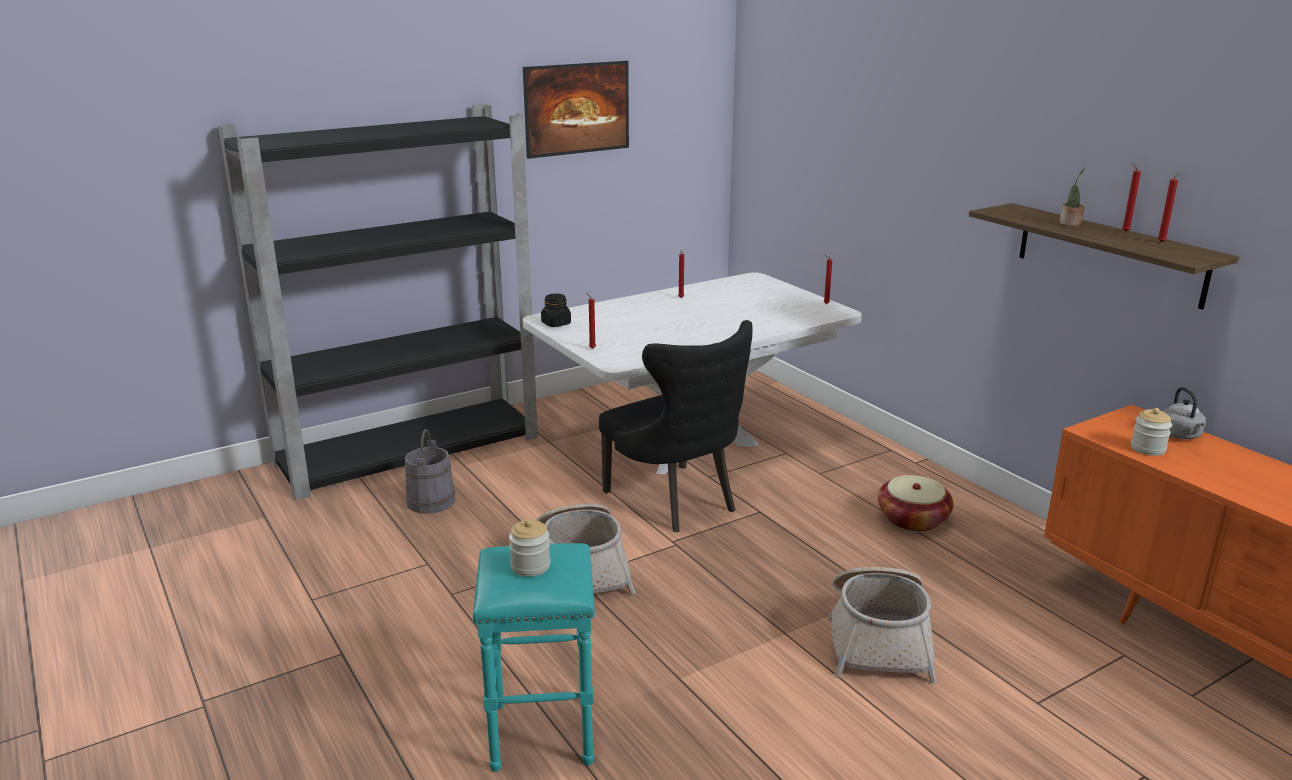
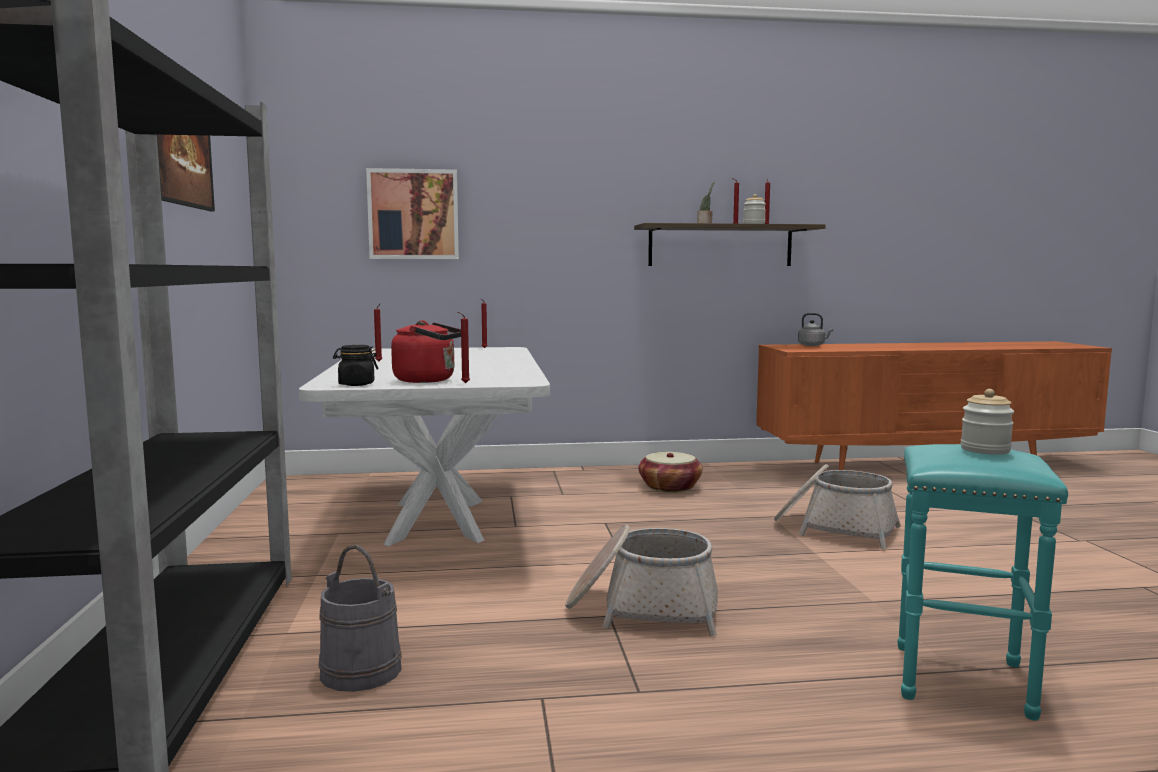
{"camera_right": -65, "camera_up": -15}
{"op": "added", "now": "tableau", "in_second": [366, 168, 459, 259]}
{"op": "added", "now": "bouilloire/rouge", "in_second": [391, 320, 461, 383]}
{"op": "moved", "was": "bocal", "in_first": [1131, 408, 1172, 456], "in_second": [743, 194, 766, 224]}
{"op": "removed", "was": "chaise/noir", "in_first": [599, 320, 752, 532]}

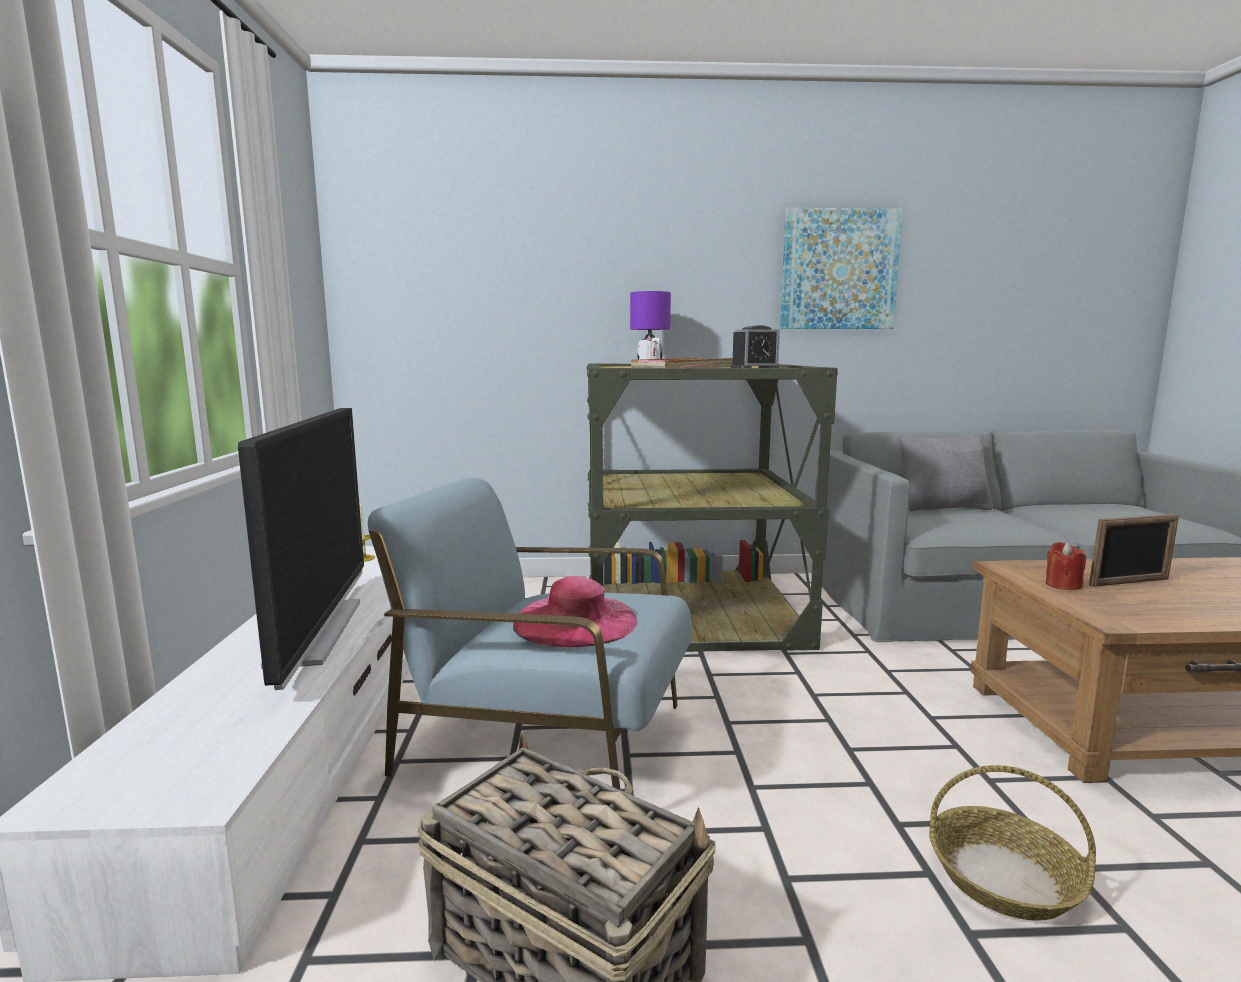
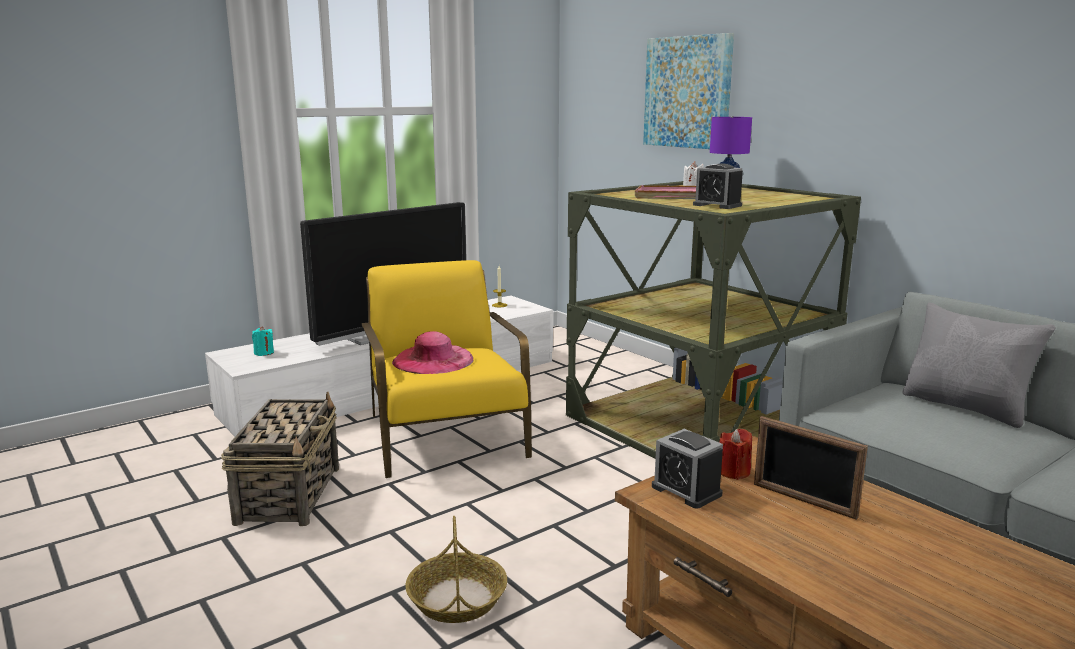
{"camera_right": 55, "camera_up": 5}
{"op": "added", "now": "bougie/turquoise", "in_second": [252, 326, 274, 356]}
{"op": "recoloured", "was": "fauteuil/bleu", "now": "fauteuil/jaune", "in_first": [368, 478, 692, 790], "in_second": [361, 260, 532, 478]}
{"op": "moved", "was": "tableau", "in_first": [780, 208, 903, 329], "in_second": [643, 33, 734, 149]}
{"op": "added", "now": "réveil", "in_second": [652, 429, 723, 509]}

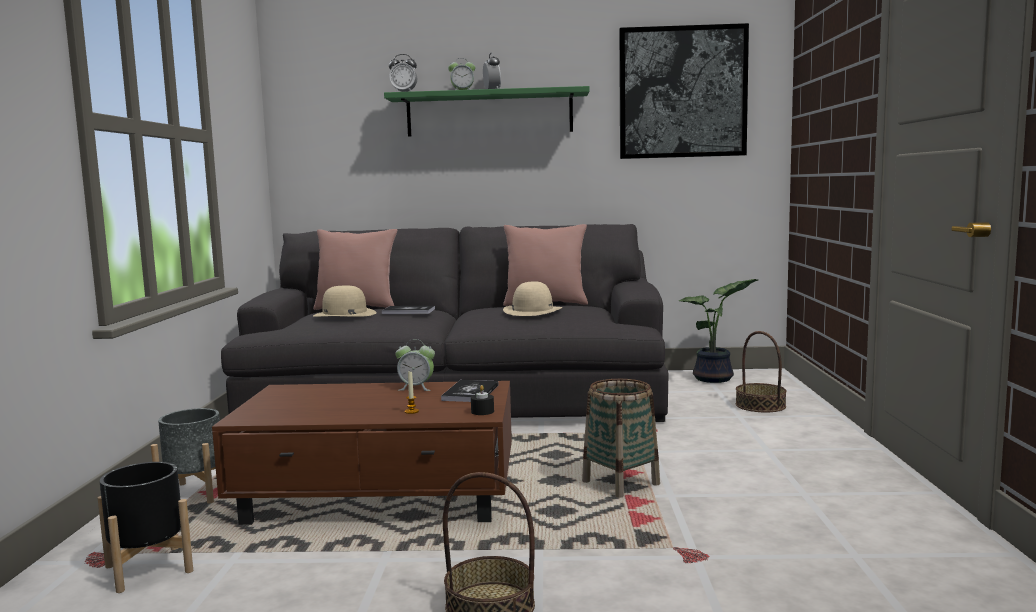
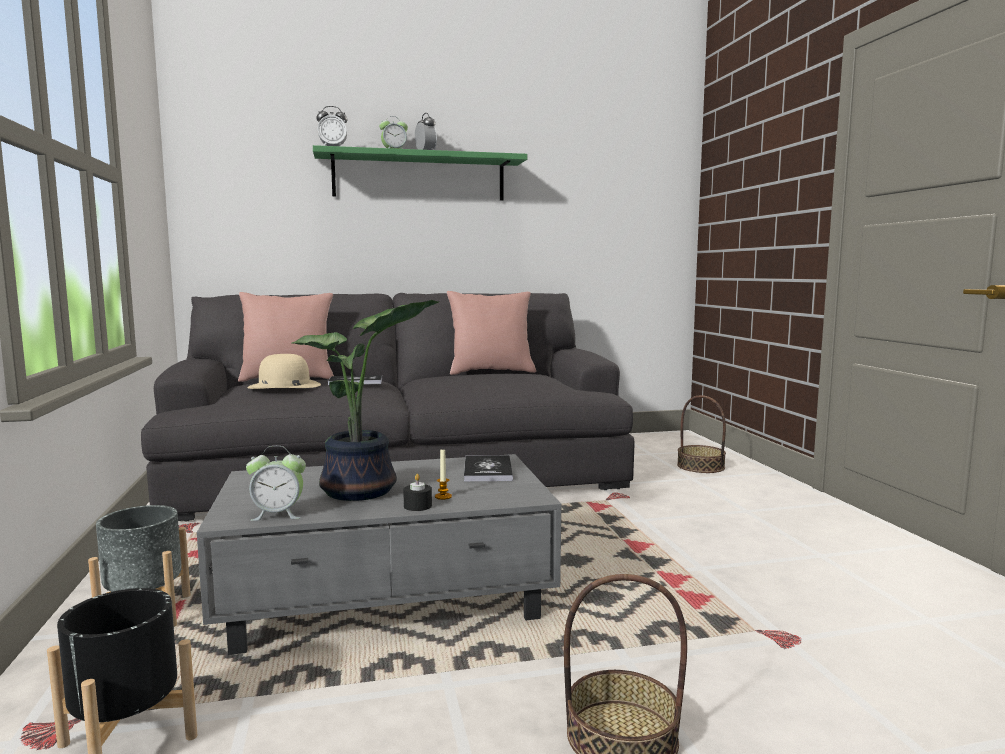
{"camera_right": -15, "camera_up": 0}
{"op": "recoloured", "was": "table basse/marron", "now": "table basse/gris", "in_first": [212, 381, 512, 525], "in_second": [197, 454, 561, 655]}
{"op": "moved", "was": "réveil", "in_first": [395, 339, 435, 391], "in_second": [246, 446, 306, 521]}
{"op": "moved", "was": "plante en pot", "in_first": [679, 279, 758, 383], "in_second": [292, 300, 439, 501]}
{"op": "moved", "was": "bougie/noir", "in_first": [471, 385, 494, 415], "in_second": [403, 474, 432, 511]}
{"op": "removed", "was": "chapeau/beige", "in_first": [503, 281, 562, 316]}
{"op": "removed", "was": "panier", "in_first": [582, 379, 660, 498]}
{"op": "removed", "was": "tableau", "in_first": [619, 23, 749, 159]}

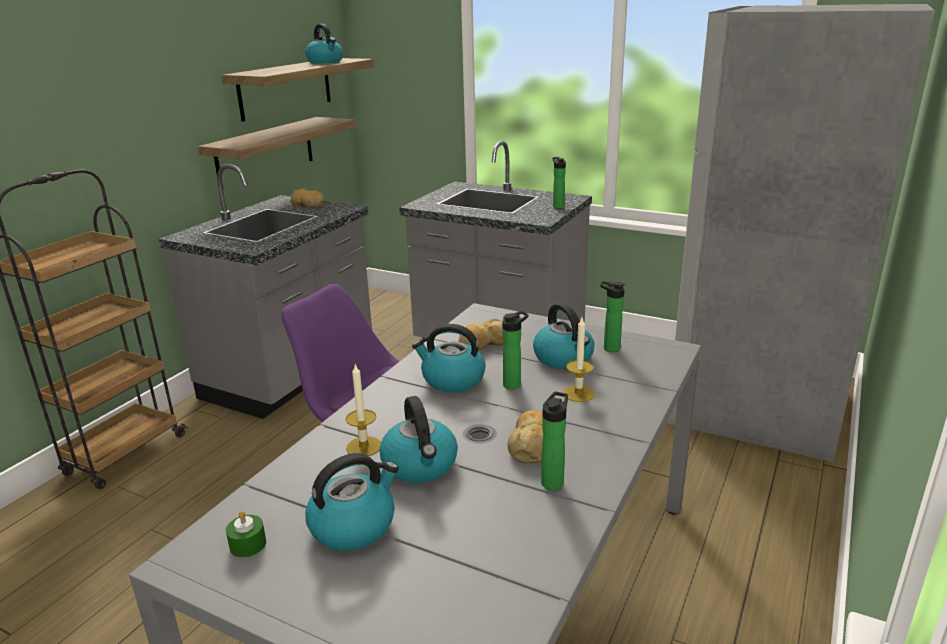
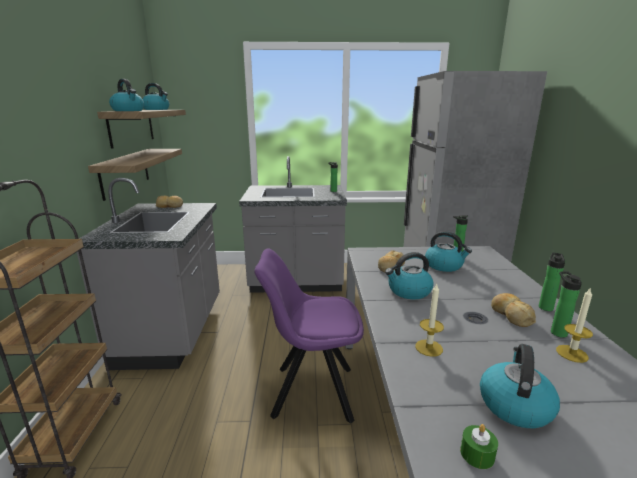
{"camera_right": -30, "camera_up": -5}
{"op": "moved", "was": "bouilloire", "in_first": [379, 396, 458, 483], "in_second": [109, 79, 144, 111]}
{"op": "moved", "was": "bouteille", "in_first": [502, 311, 528, 389], "in_second": [539, 252, 565, 311]}
{"op": "moved", "was": "bougie", "in_first": [563, 318, 595, 402], "in_second": [556, 287, 593, 363]}

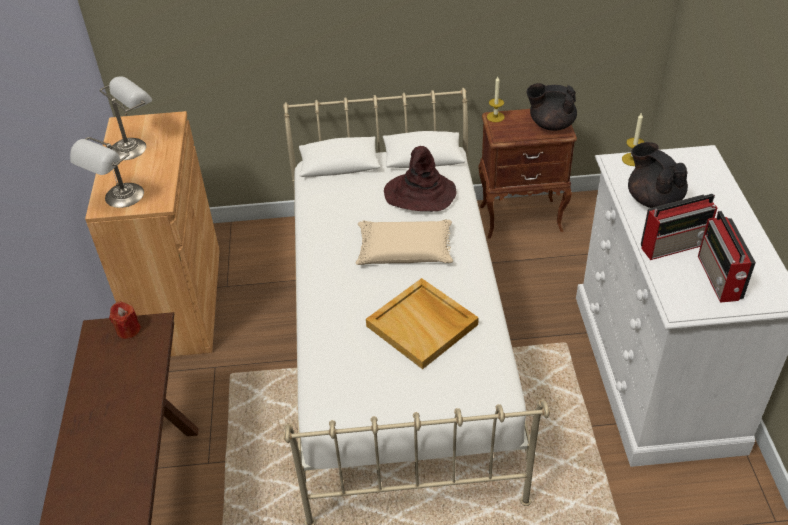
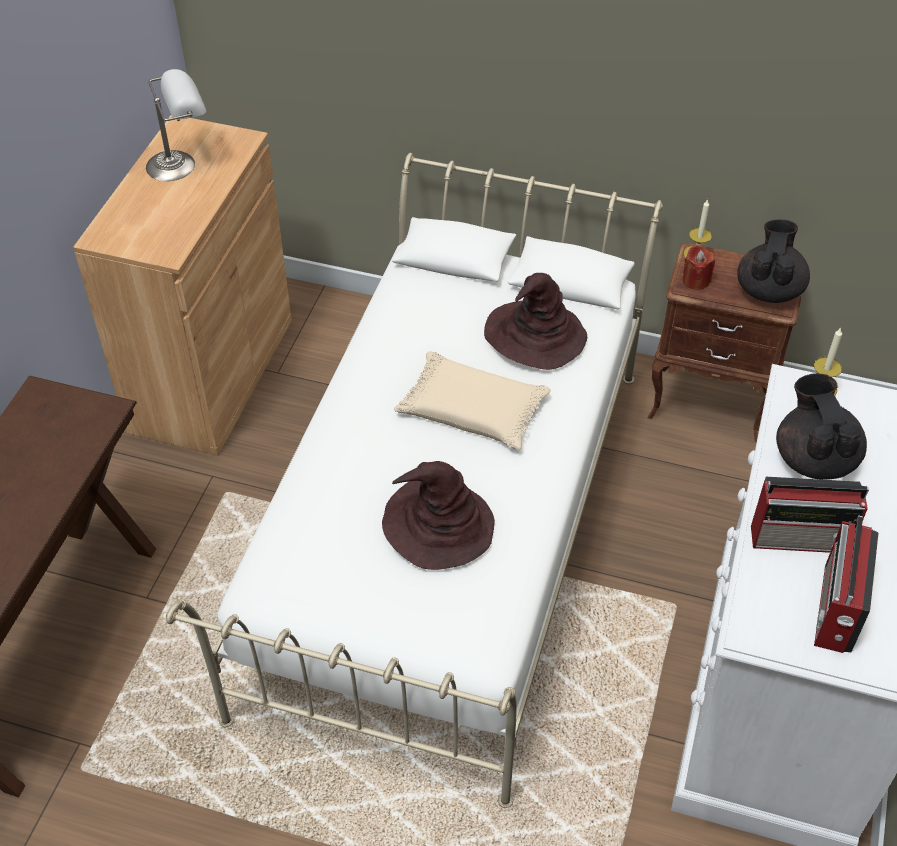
{"camera_right": 20, "camera_up": 5}
{"op": "replaced", "was": "plateau/beige", "now": "chapeau/marron", "in_first": [366, 278, 479, 369], "in_second": [382, 461, 495, 570]}
{"op": "moved", "was": "bougie/rouge", "in_first": [109, 301, 141, 339], "in_second": [683, 245, 715, 290]}
{"op": "turned", "was": "théière/noir", "in_first": [526, 83, 577, 131], "in_second": [737, 220, 810, 303], "clockwise": 75}
{"op": "removed", "was": "lampe de table/blanc", "in_first": [70, 137, 144, 208]}

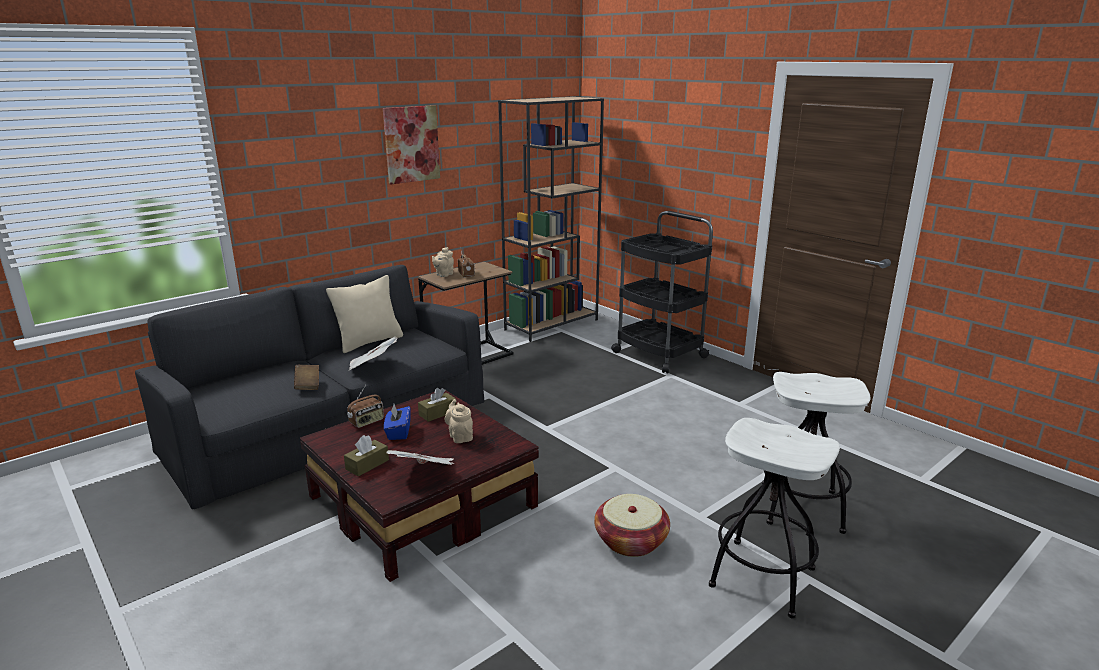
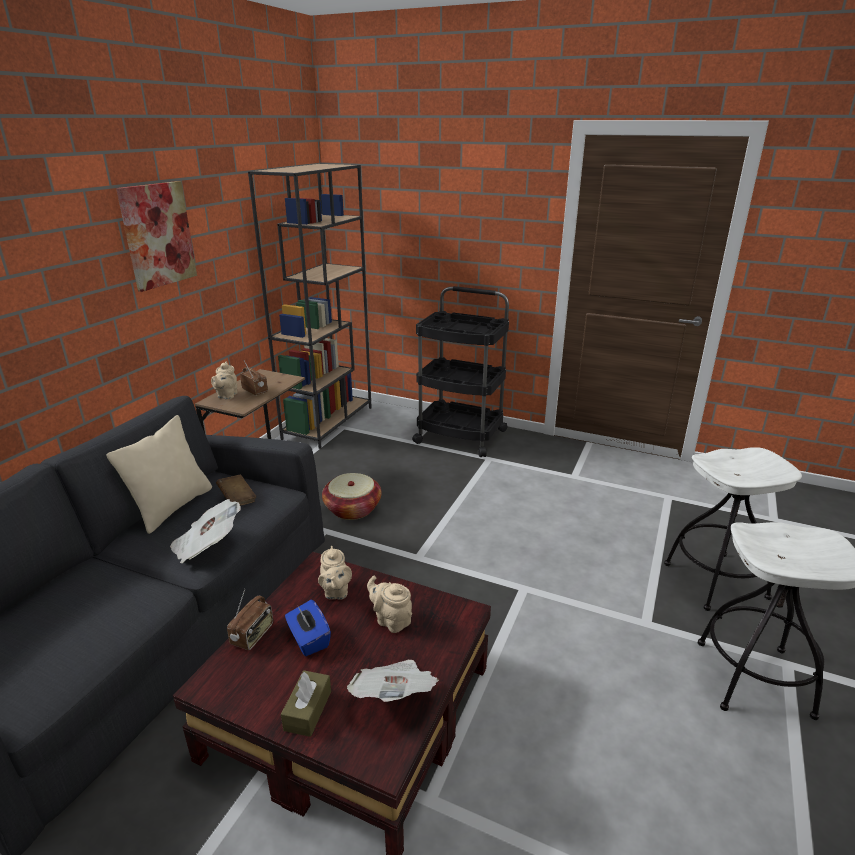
{"camera_right": -25, "camera_up": 5}
{"op": "moved", "was": "livre/marron", "in_first": [294, 365, 319, 390], "in_second": [216, 474, 256, 506]}
{"op": "replaced", "was": "boîte à mouchoirs/marron", "now": "théière/beige", "in_first": [418, 388, 456, 422], "in_second": [318, 546, 352, 600]}
{"op": "moved", "was": "panier", "in_first": [594, 494, 670, 557], "in_second": [322, 473, 382, 520]}

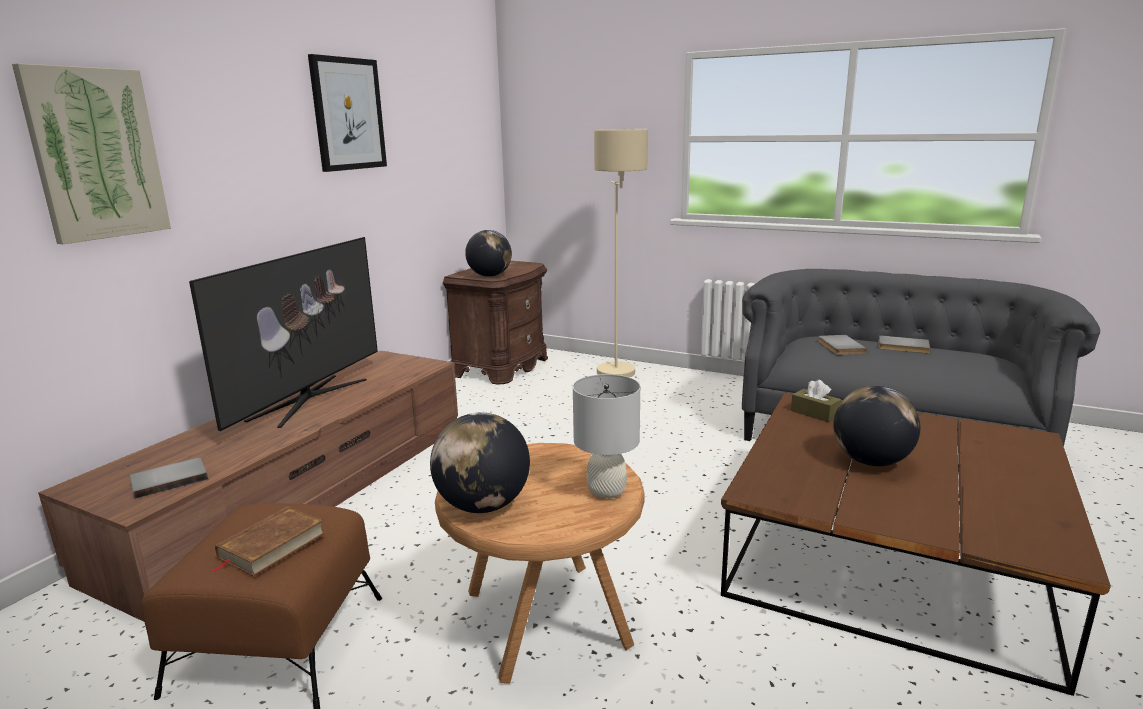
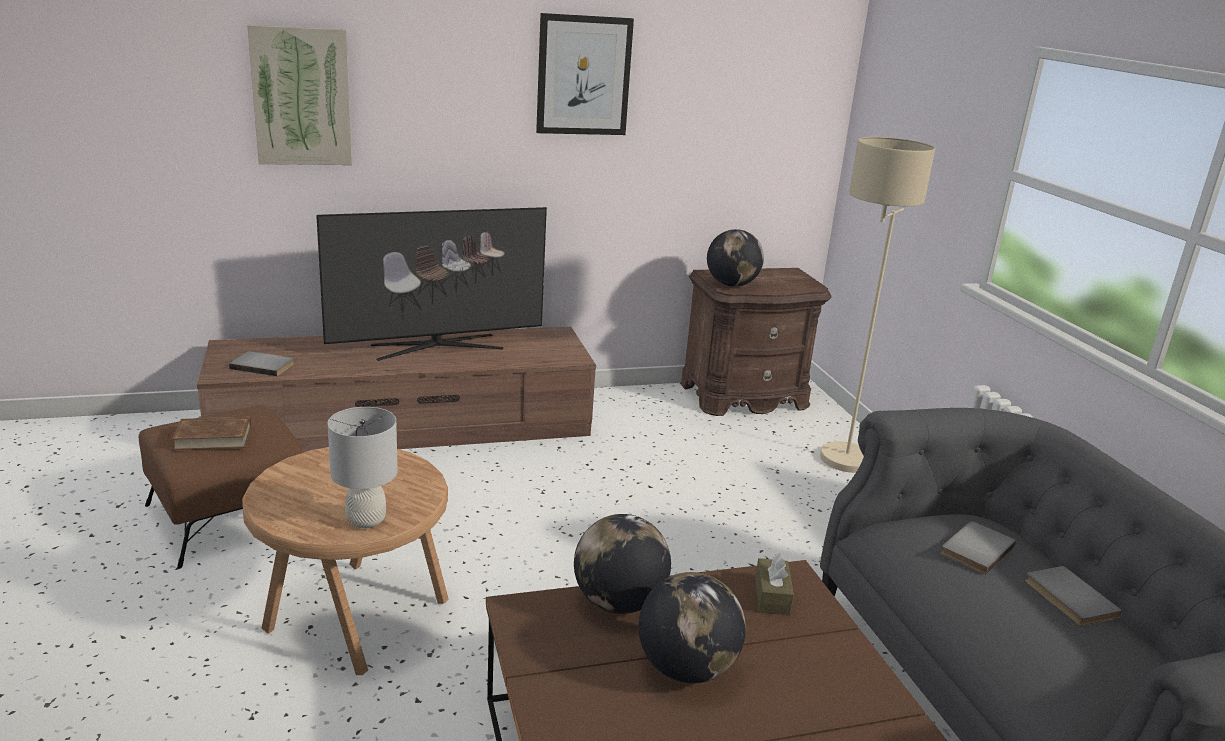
{"camera_right": 45, "camera_up": 5}
{"op": "moved", "was": "globe", "in_first": [430, 413, 530, 513], "in_second": [574, 514, 671, 614]}

